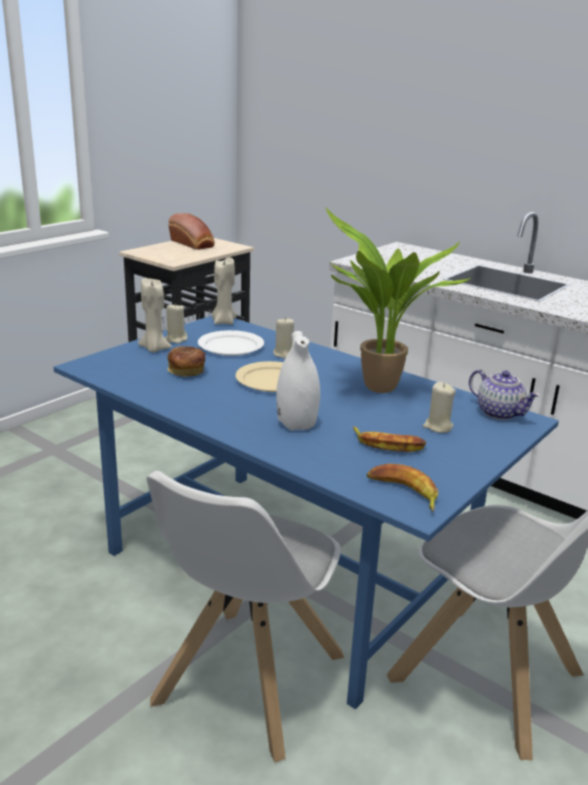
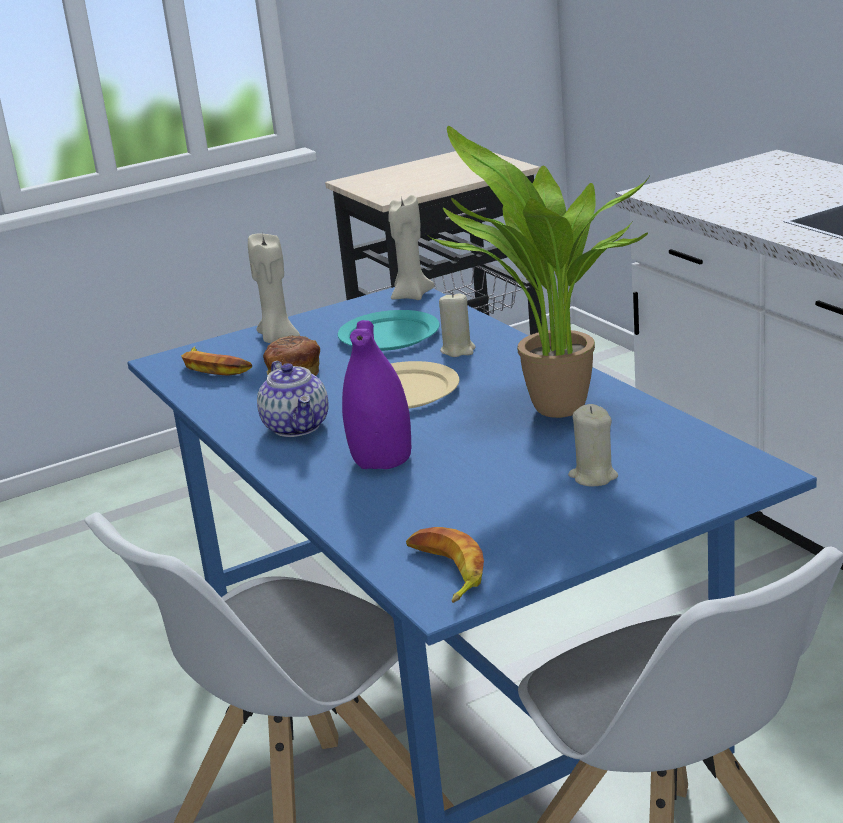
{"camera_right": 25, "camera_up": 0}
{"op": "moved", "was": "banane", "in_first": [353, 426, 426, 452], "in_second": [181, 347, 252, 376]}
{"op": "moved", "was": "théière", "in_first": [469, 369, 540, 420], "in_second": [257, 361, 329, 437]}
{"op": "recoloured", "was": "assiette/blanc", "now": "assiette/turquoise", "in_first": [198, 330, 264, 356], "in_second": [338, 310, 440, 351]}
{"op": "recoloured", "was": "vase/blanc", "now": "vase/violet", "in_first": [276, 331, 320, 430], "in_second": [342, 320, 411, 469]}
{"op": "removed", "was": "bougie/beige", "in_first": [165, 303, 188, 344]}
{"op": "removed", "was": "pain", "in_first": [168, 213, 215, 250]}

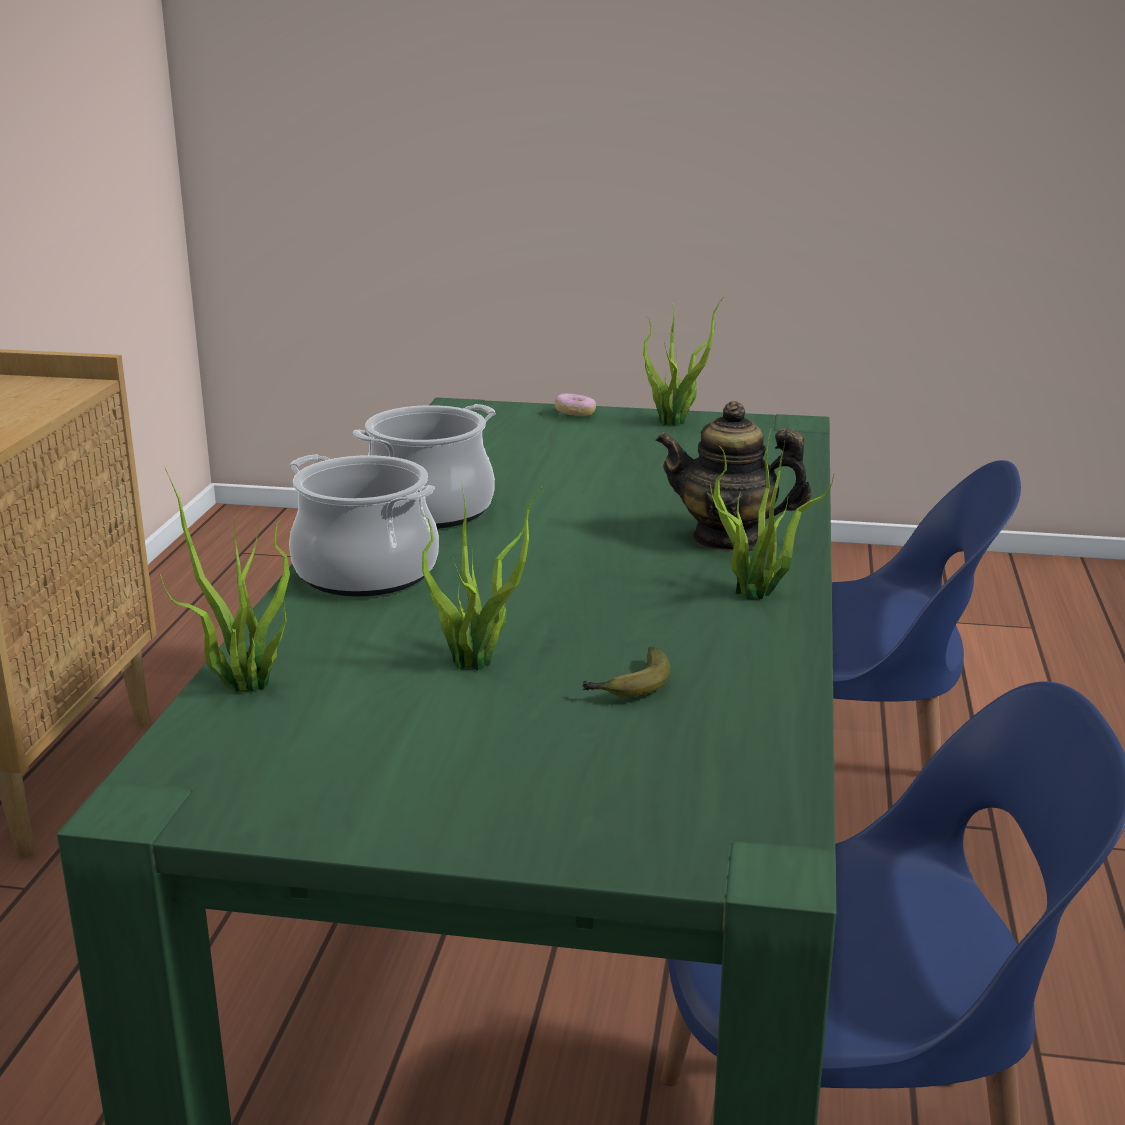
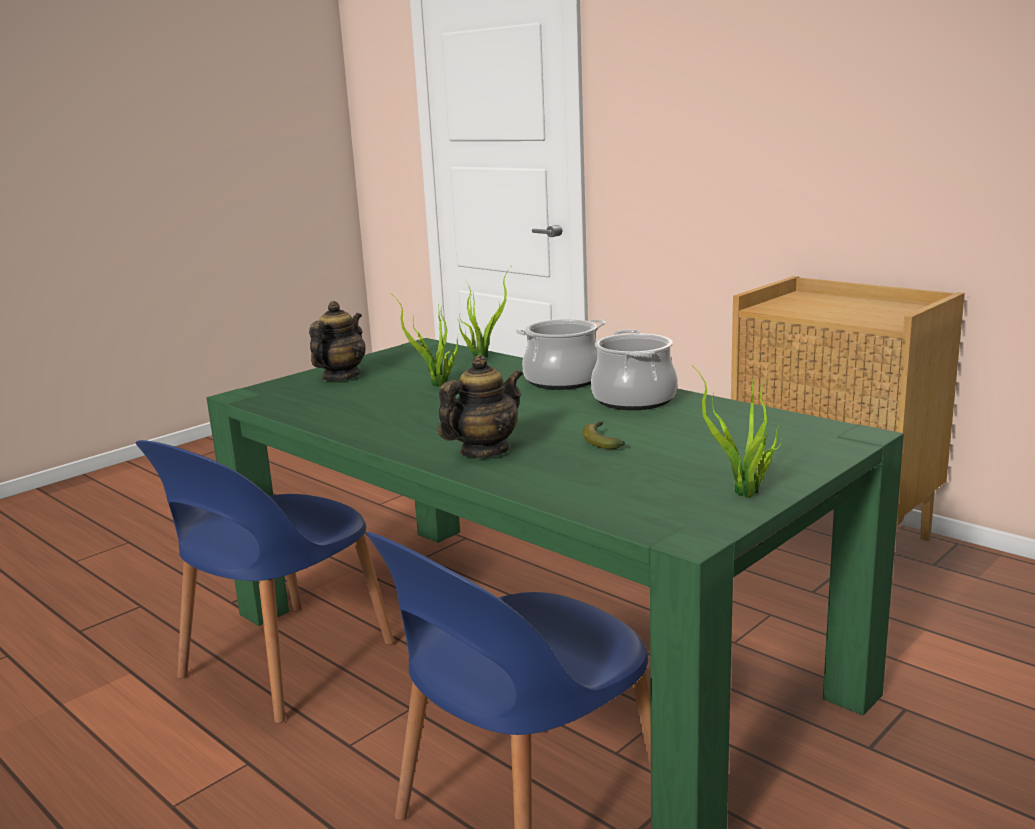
{"camera_right": 125, "camera_up": -5}
{"op": "added", "now": "théière", "in_second": [309, 301, 366, 381]}
{"op": "moved", "was": "banane", "in_first": [583, 647, 671, 697], "in_second": [583, 422, 625, 449]}
{"op": "removed", "was": "beignet", "in_first": [555, 393, 596, 416]}
{"op": "removed", "was": "plante en pot", "in_first": [710, 430, 834, 599]}

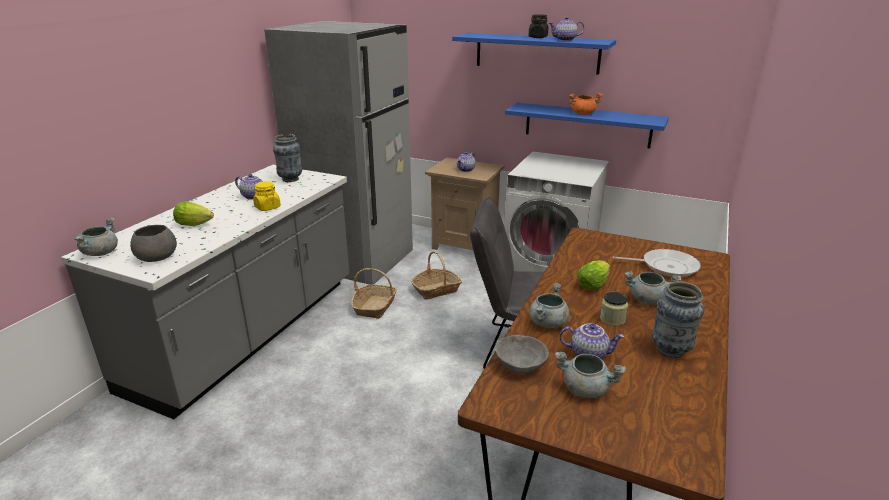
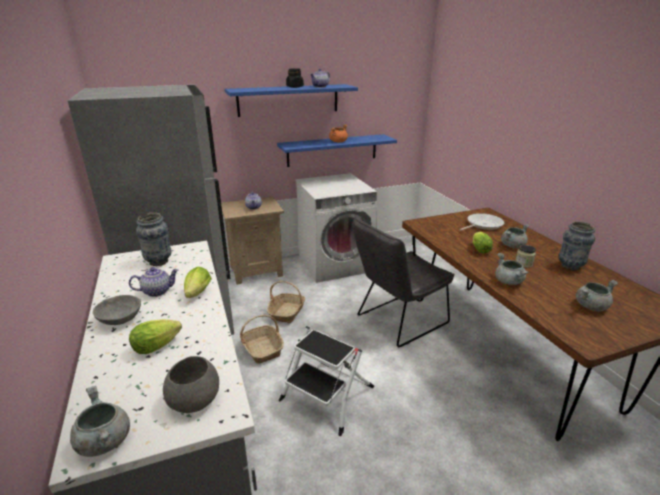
{"camera_right": -45, "camera_up": 0}
{"op": "moved", "was": "bol/gris", "in_first": [495, 335, 549, 373], "in_second": [93, 295, 141, 325]}
{"op": "replaced", "was": "bocal/jaune", "now": "laitue", "in_first": [253, 181, 281, 211], "in_second": [184, 267, 212, 298]}
{"op": "added", "now": "escabeau", "in_second": [279, 326, 374, 436]}
{"op": "removed", "was": "théière", "in_first": [559, 323, 624, 359]}

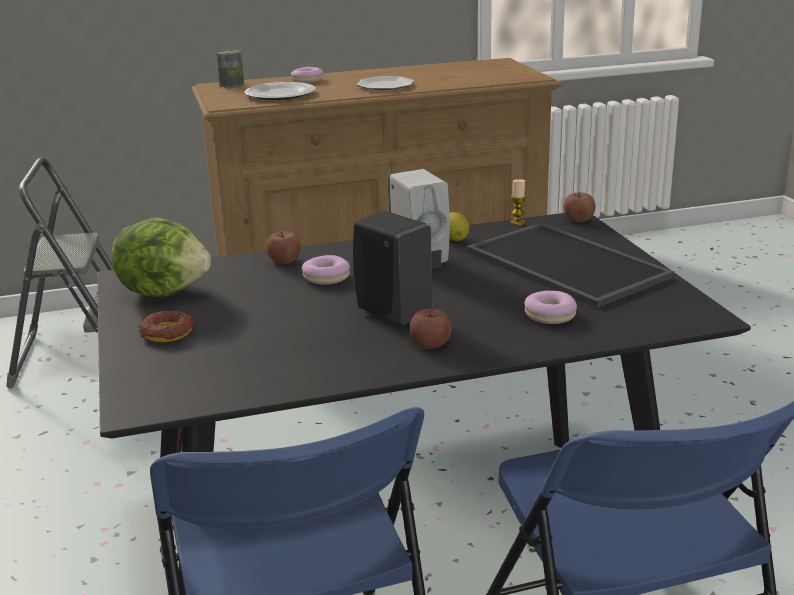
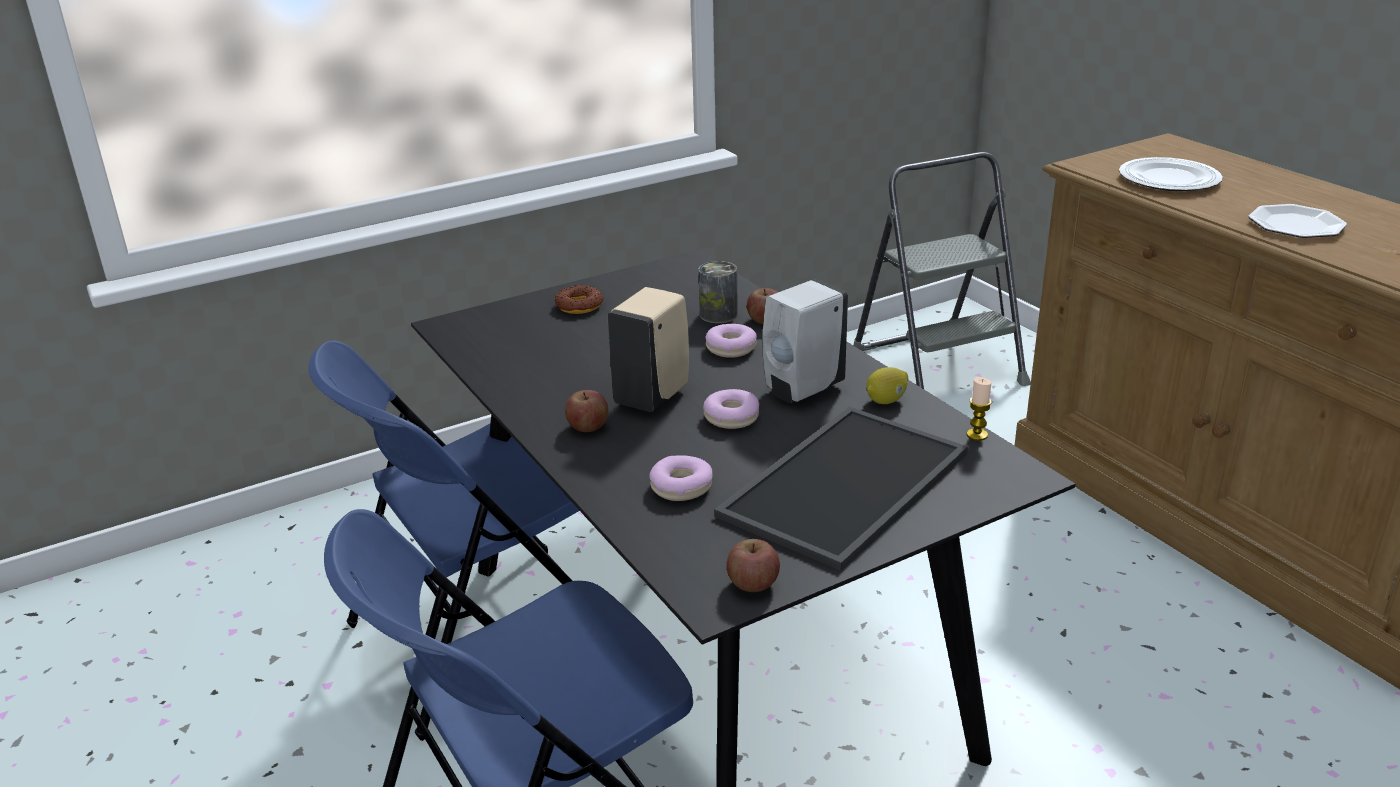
{"camera_right": 75, "camera_up": 5}
{"op": "recoloured", "was": "distributeur de savon/noir", "now": "distributeur de savon/beige", "in_first": [353, 211, 432, 325], "in_second": [607, 287, 689, 412]}
{"op": "moved", "was": "boîte métallique", "in_first": [216, 50, 244, 88], "in_second": [698, 261, 738, 324]}
{"op": "moved", "was": "beignet", "in_first": [291, 67, 324, 83], "in_second": [703, 389, 759, 429]}
{"op": "moved", "was": "pomme", "in_first": [564, 192, 596, 222], "in_second": [726, 539, 780, 592]}
{"op": "removed", "was": "laitue", "in_first": [111, 218, 211, 297]}

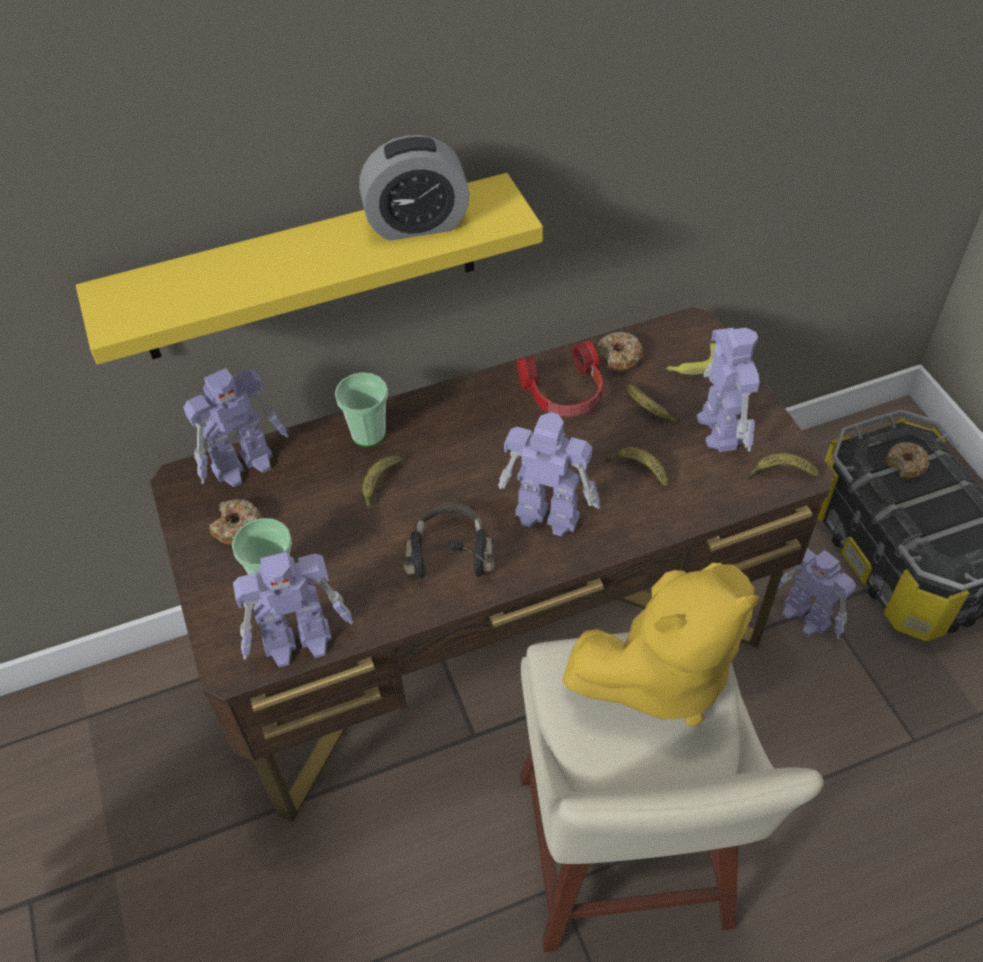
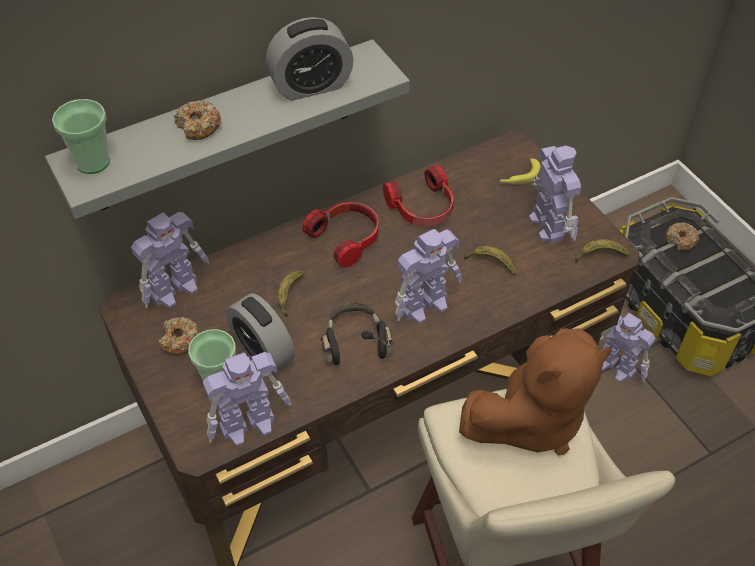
{"camera_right": -10, "camera_up": 0}
{"op": "recoloured", "was": "étagère/jaune", "now": "étagère/gris", "in_first": [76, 173, 543, 365], "in_second": [45, 39, 410, 219]}
{"op": "moved", "was": "tasse", "in_first": [335, 372, 388, 447], "in_second": [52, 99, 110, 174]}
{"op": "moved", "was": "beignet", "in_first": [596, 332, 643, 371], "in_second": [174, 100, 221, 140]}
{"op": "added", "now": "réveil", "in_second": [226, 293, 295, 374]}
{"op": "added", "now": "casque audio", "in_second": [302, 202, 379, 268]}
{"op": "turned", "was": "robot jouet", "in_first": [498, 412, 600, 537], "in_second": [395, 229, 462, 324], "clockwise": 135}
{"op": "recoloured", "was": "peluche/jaune", "now": "peluche/marron", "in_first": [562, 563, 759, 727], "in_second": [459, 328, 612, 456]}
{"op": "removed", "was": "banane", "in_first": [628, 384, 680, 423]}

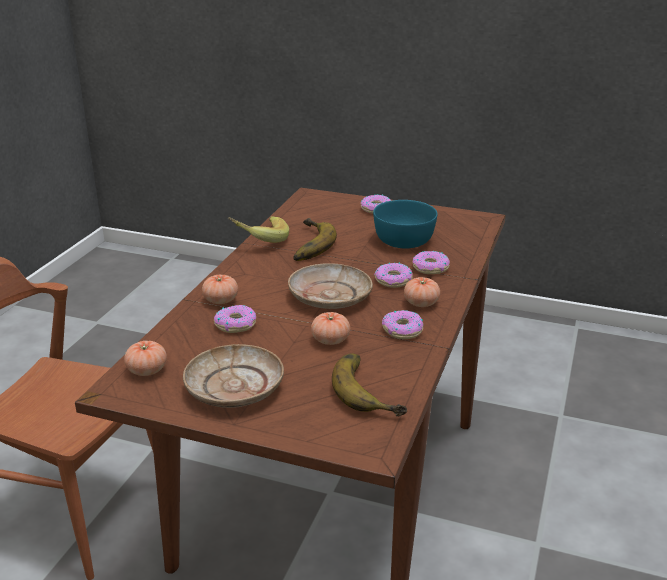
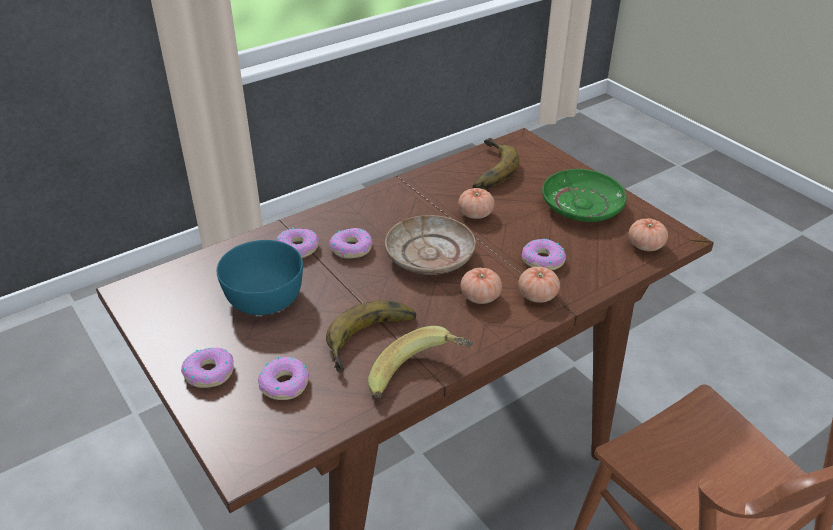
{"camera_right": -145, "camera_up": 10}
{"op": "moved", "was": "beignet", "in_first": [382, 310, 424, 339], "in_second": [258, 357, 309, 400]}
{"op": "moved", "was": "tomate", "in_first": [404, 277, 440, 307], "in_second": [461, 268, 502, 304]}
{"op": "recoloured", "was": "assiette/beige", "now": "assiette/vert", "in_first": [183, 344, 284, 408], "in_second": [542, 169, 627, 222]}

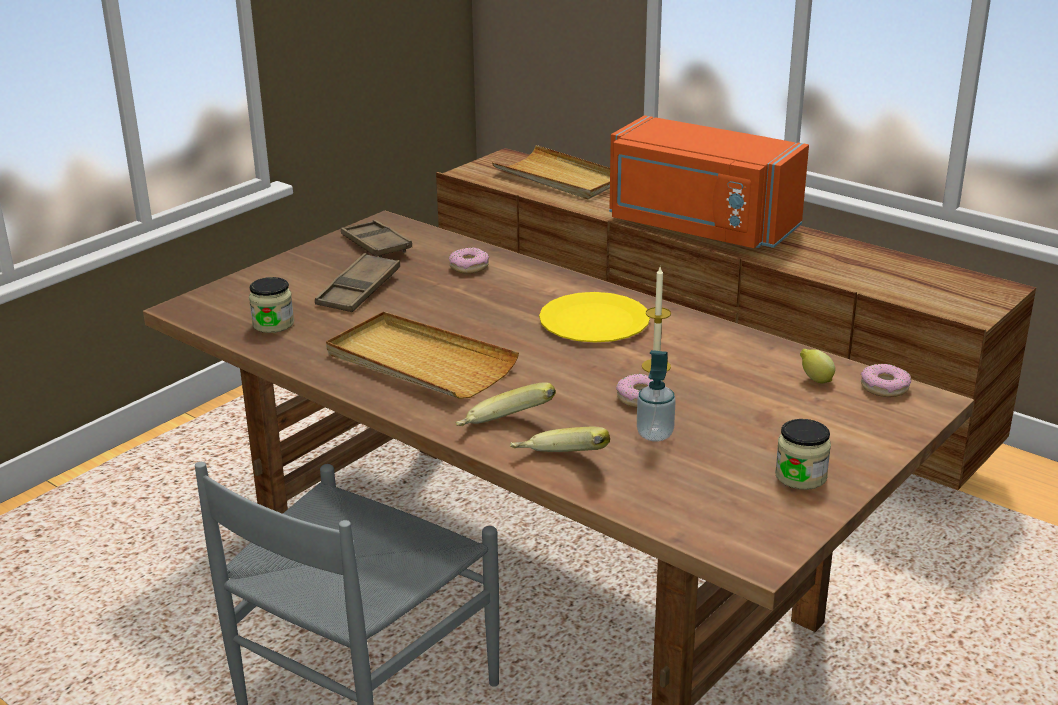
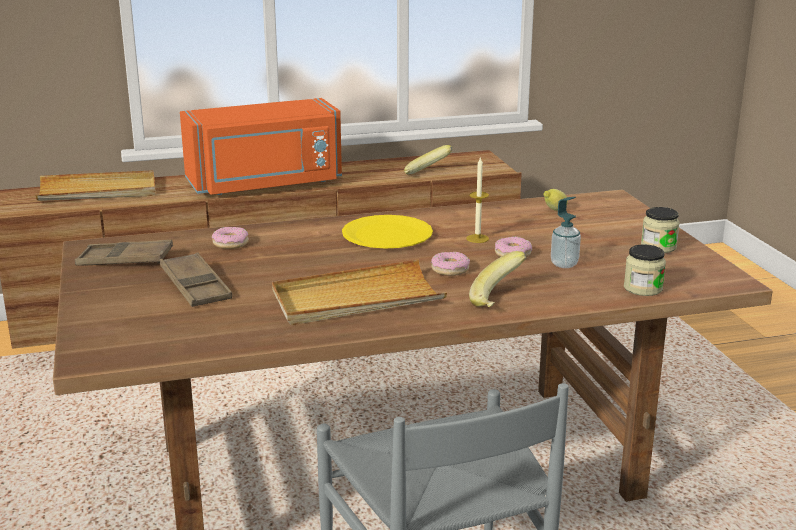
{"camera_right": -55, "camera_up": -5}
{"op": "moved", "was": "banane", "in_first": [510, 427, 610, 452], "in_second": [404, 145, 453, 175]}
{"op": "moved", "was": "beignet", "in_first": [861, 364, 911, 397], "in_second": [431, 252, 470, 276]}
{"op": "moved", "was": "bocal", "in_first": [249, 277, 294, 333], "in_second": [624, 244, 666, 296]}

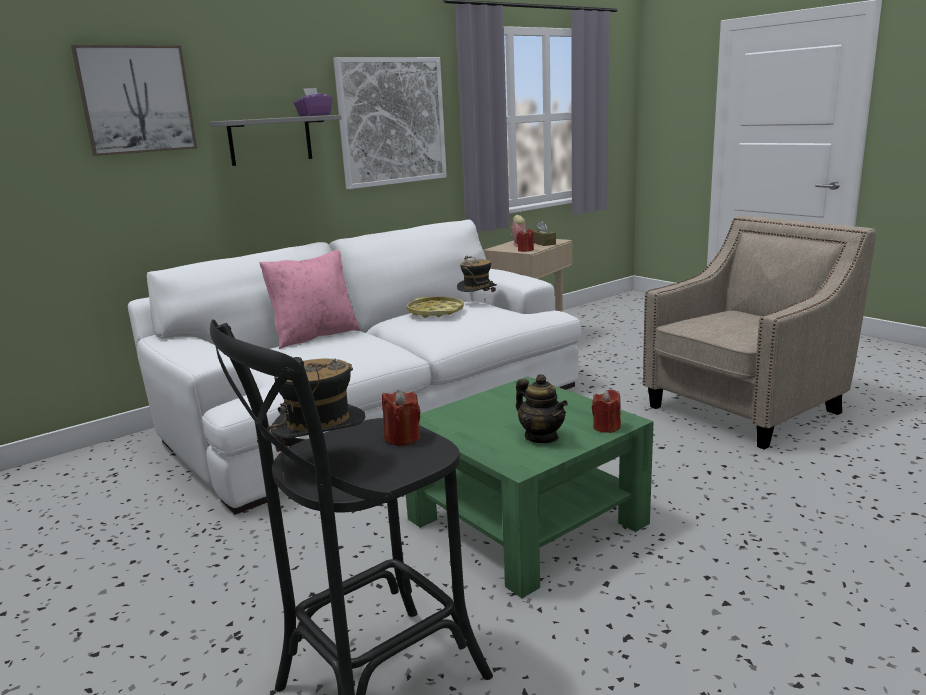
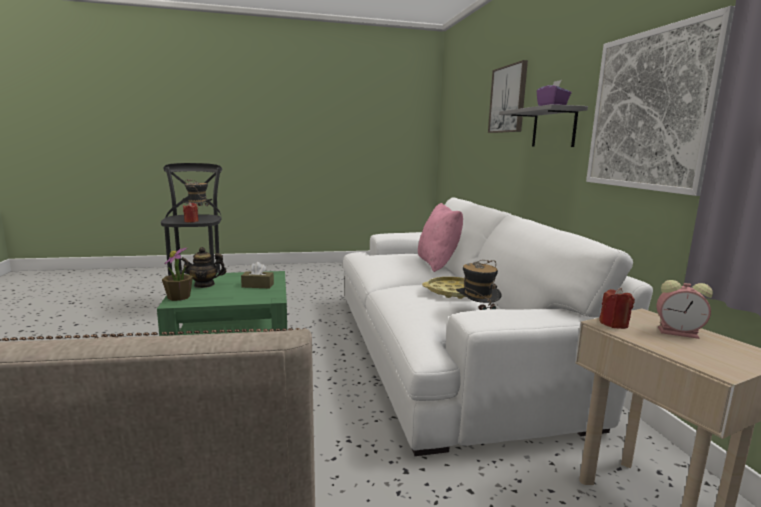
{"camera_right": 115, "camera_up": -5}
{"op": "replaced", "was": "bougie/rouge", "now": "plante en pot", "in_first": [592, 390, 621, 433], "in_second": [162, 246, 193, 301]}
{"op": "moved", "was": "boîte à mouchoirs/marron", "in_first": [533, 221, 556, 246], "in_second": [241, 262, 274, 288]}

